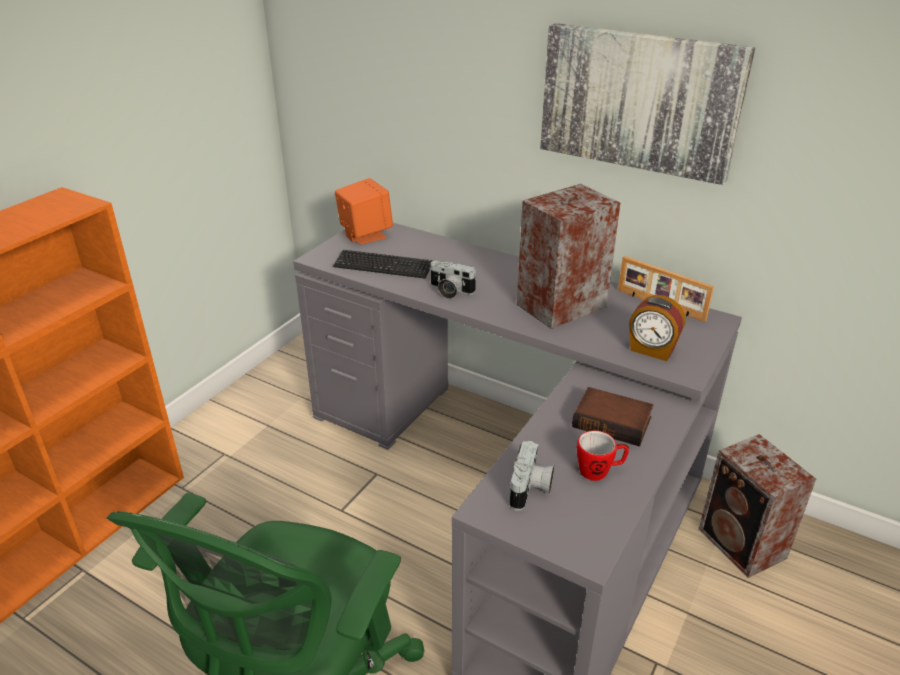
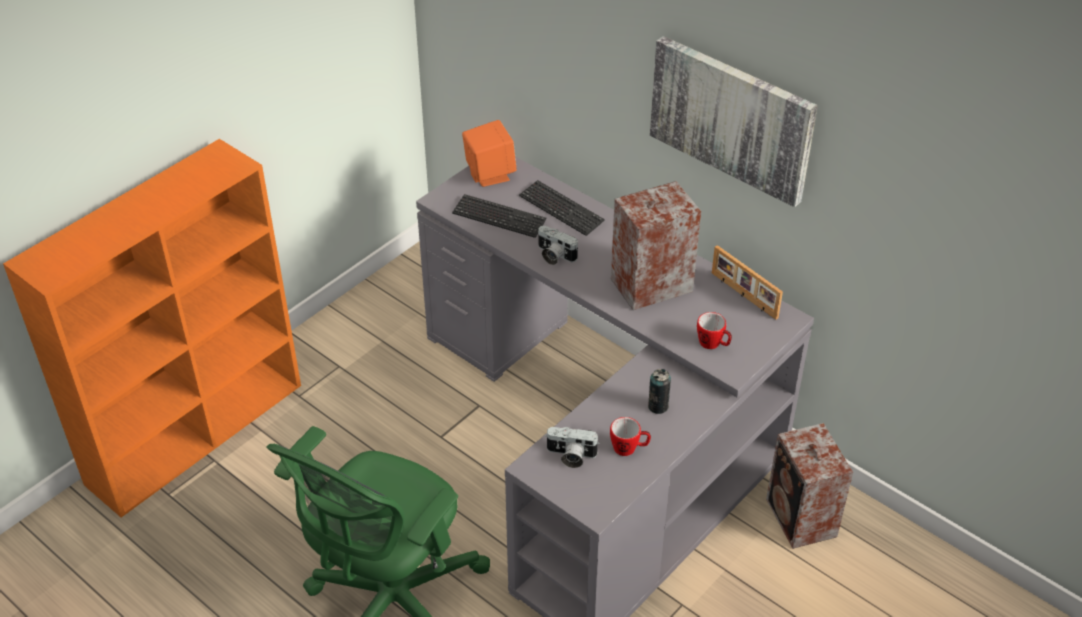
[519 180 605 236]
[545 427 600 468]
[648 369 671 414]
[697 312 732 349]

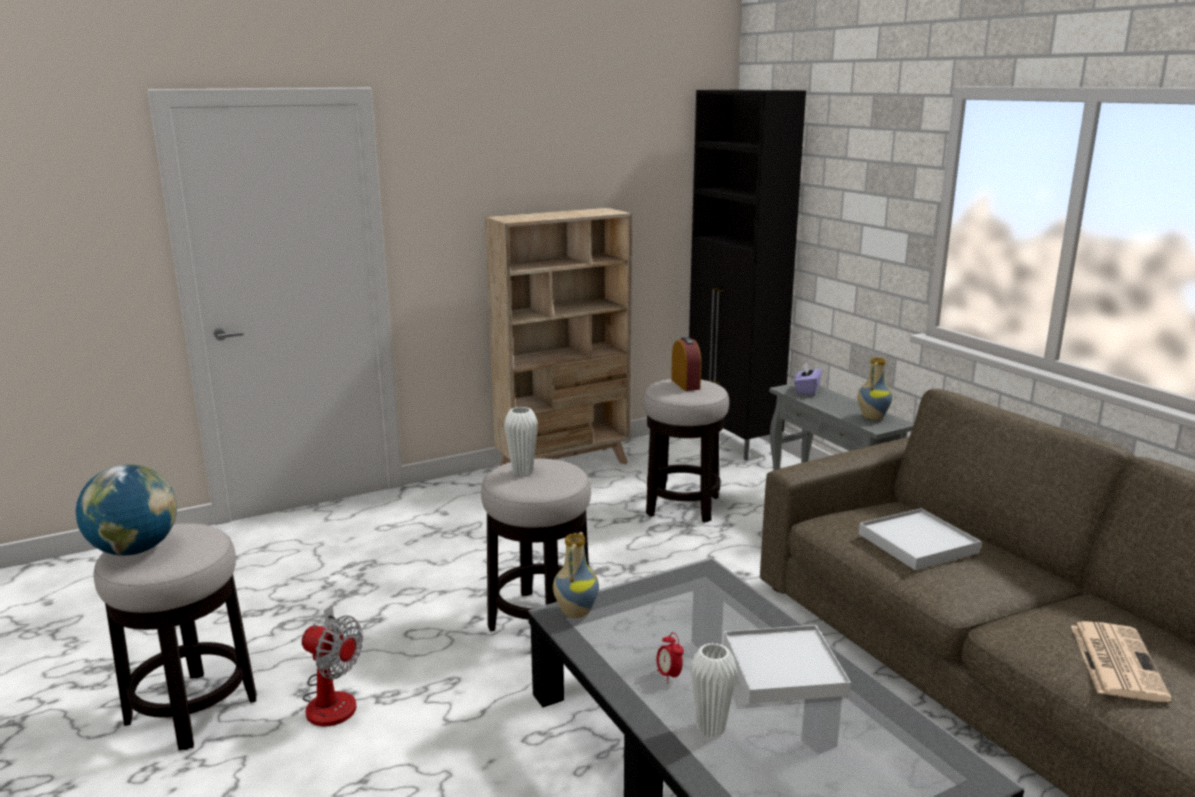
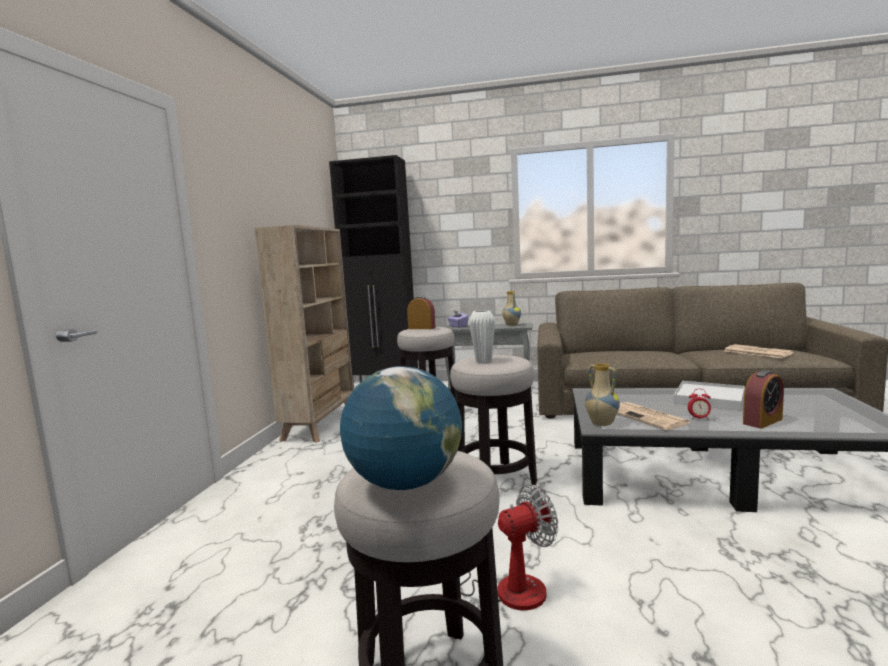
[617 402 691 430]
[743 370 784 429]
[859 508 981 570] (first image)

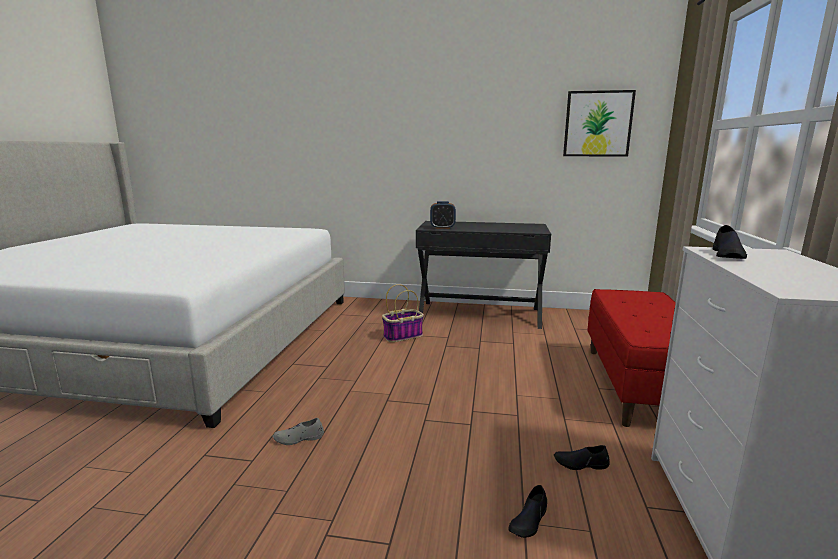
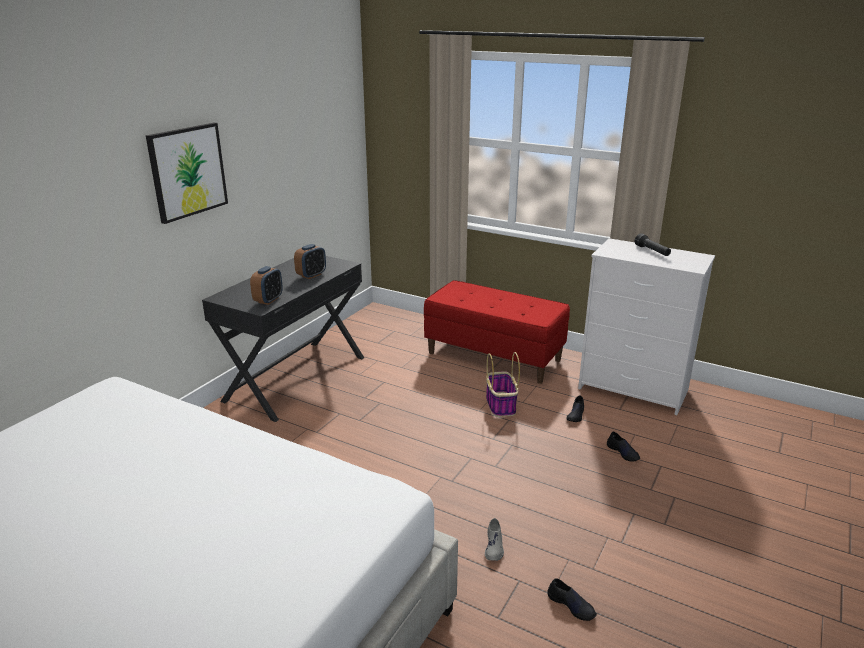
[146 123 228 224]
[294 244 326 279]
[486 352 520 417]
[547 578 597 621]
[635 233 671 256]

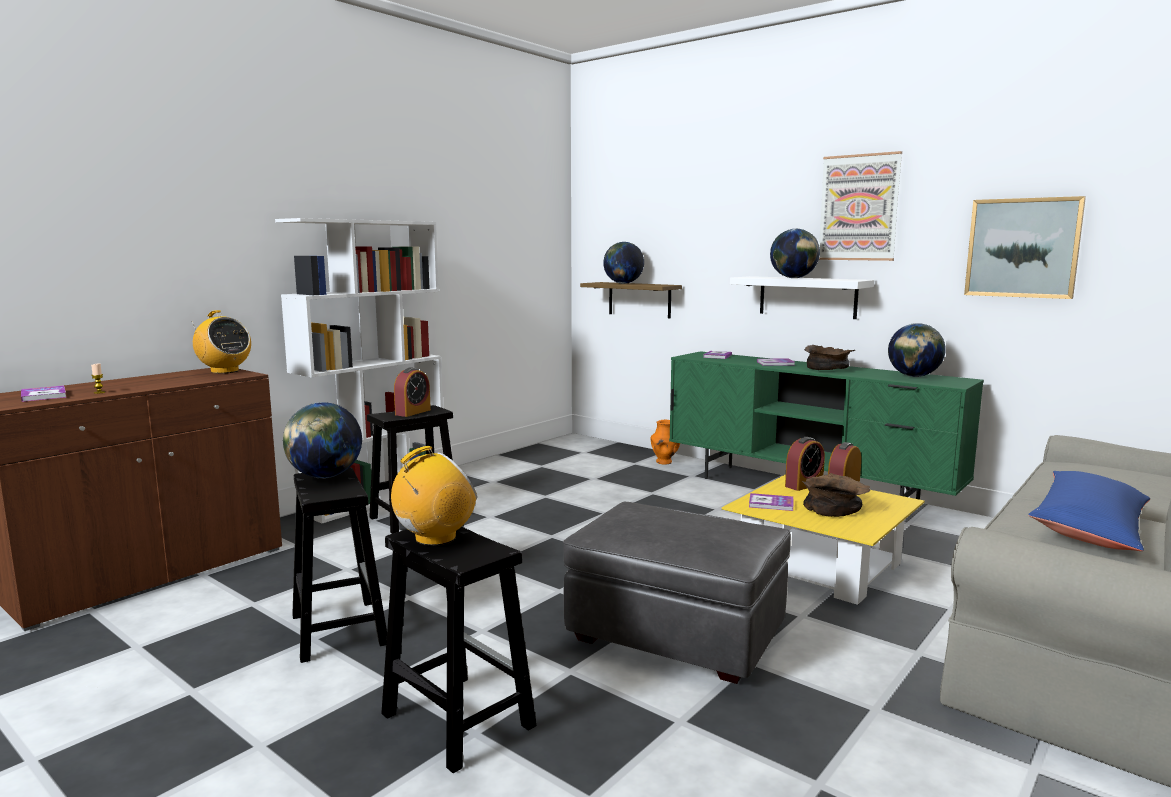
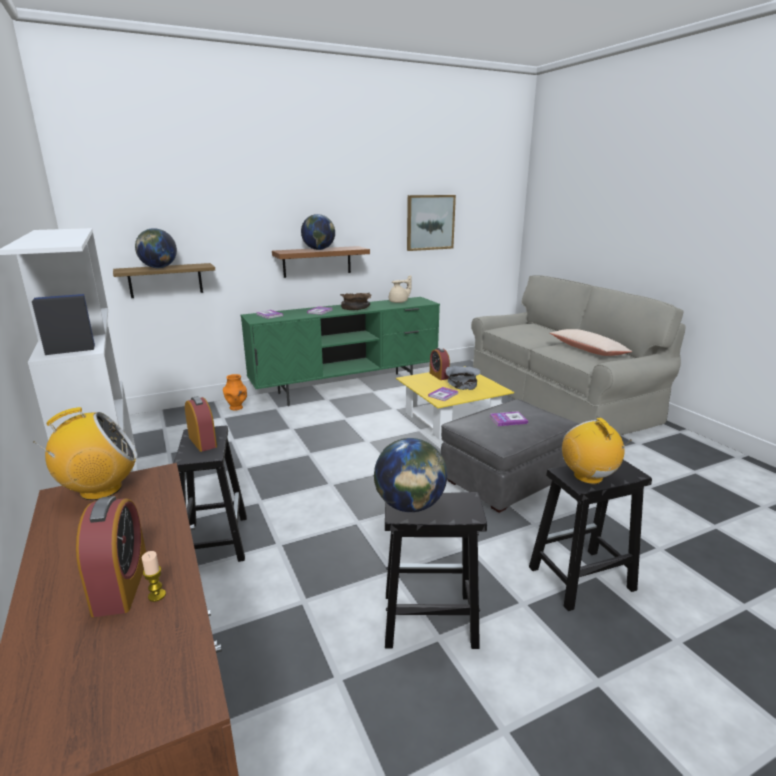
[76 496 146 617]
[272 246 370 278]
[389 275 412 303]
[446 366 481 390]
[490 411 528 426]
[550 329 632 356]
[819 151 902 261] (first image)

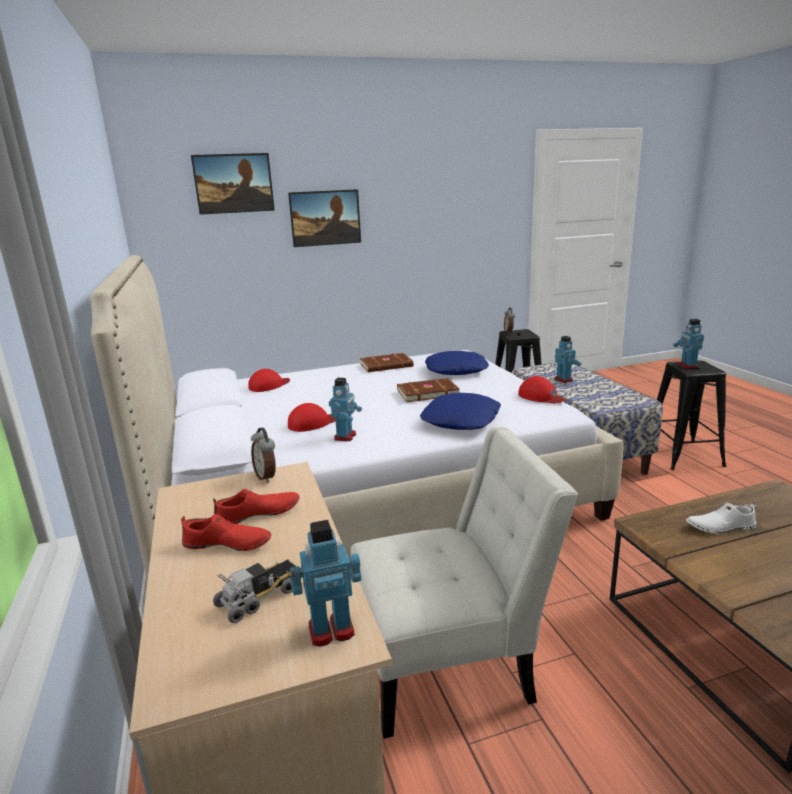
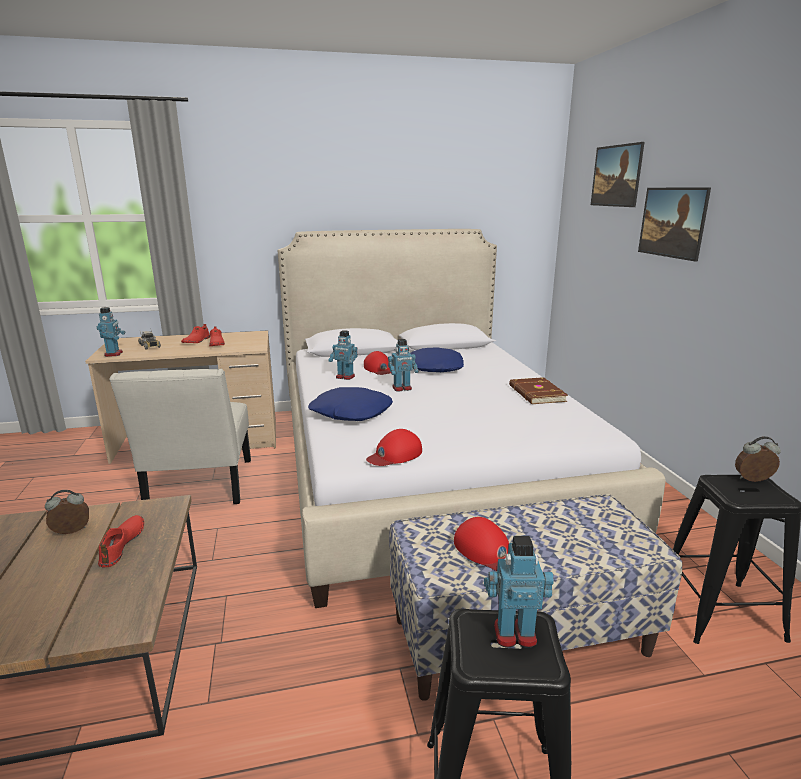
[45 490 89 534]
[98 515 144 567]
[388 339 419 392]
[410 347 464 372]
[454 517 509 571]
[397 378 460 402] (first image)

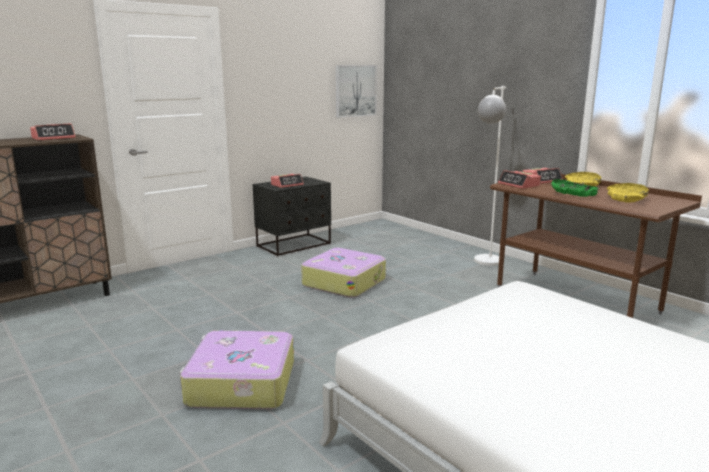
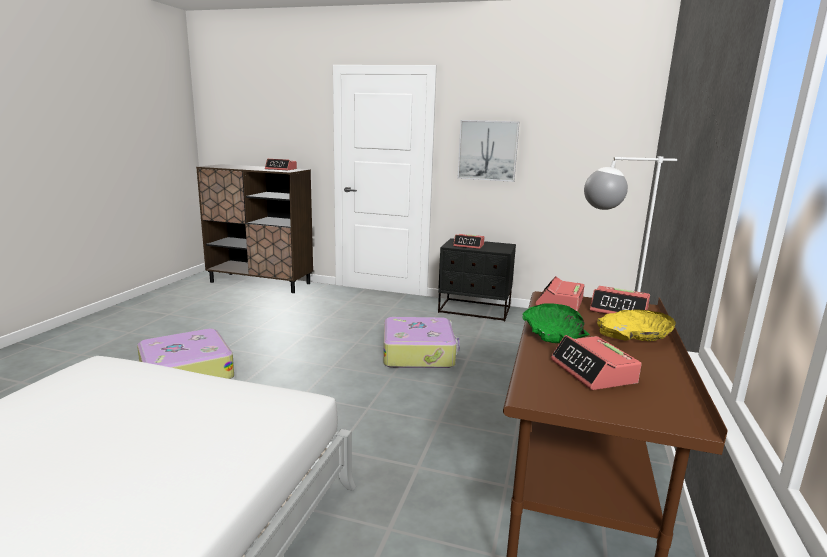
[458 120 520 182]
[551 335 642 390]

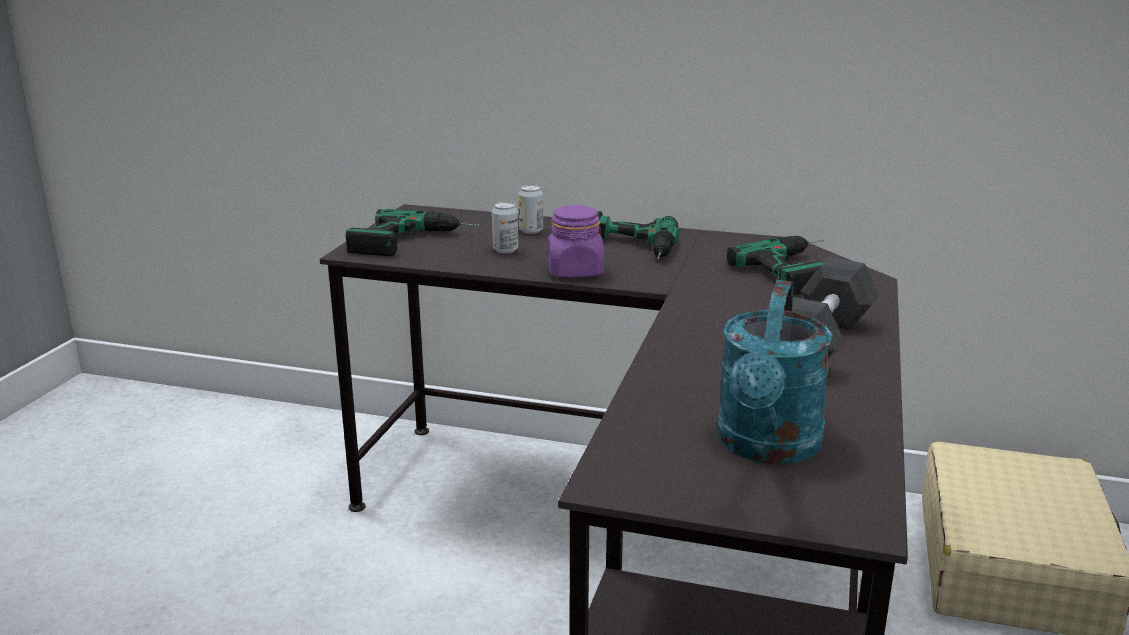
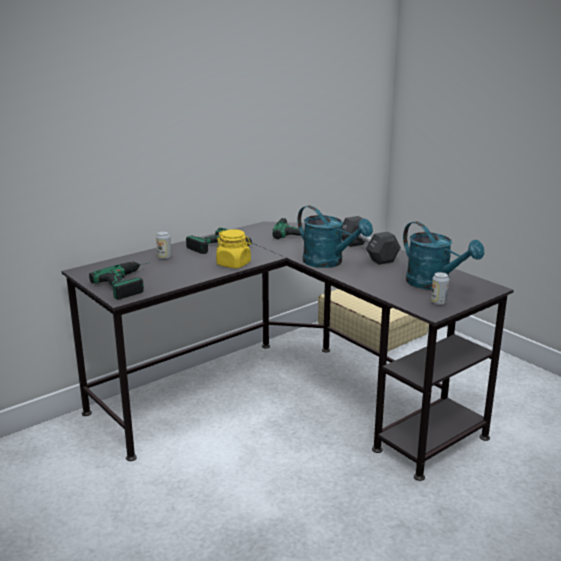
[216 229 251 268]
[297 206 373 268]
[431 272 449 305]

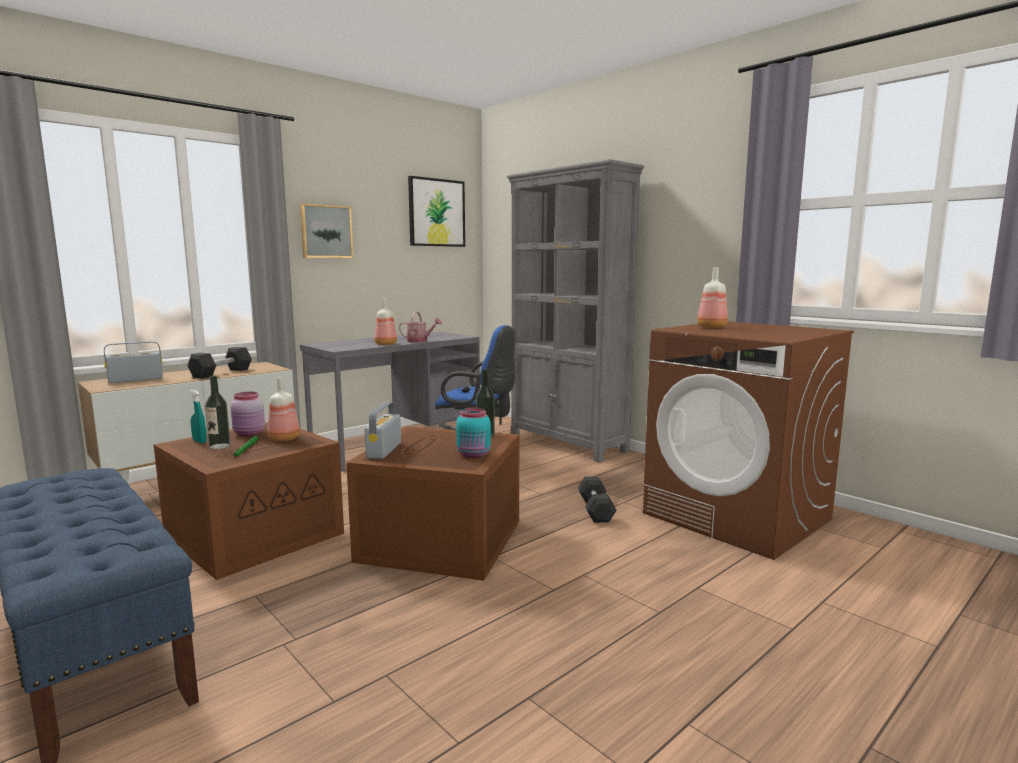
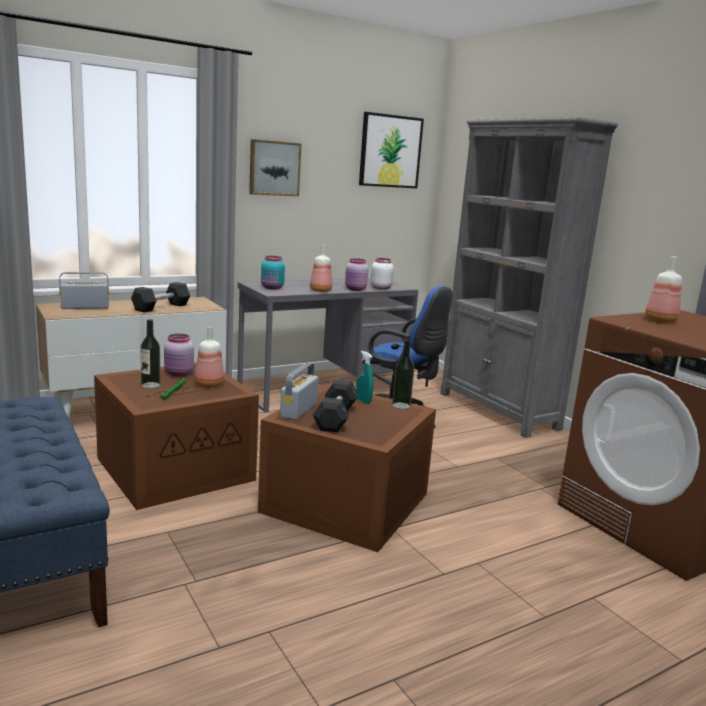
[261 256 285 290]
[313 379 358 433]
[345 258 368 291]
[356 351 373 404]
[371 258 394 290]

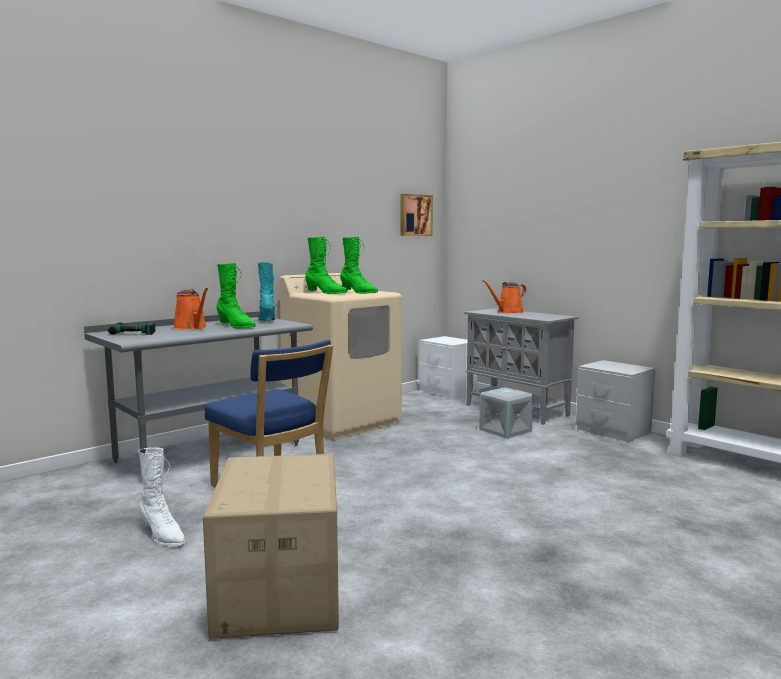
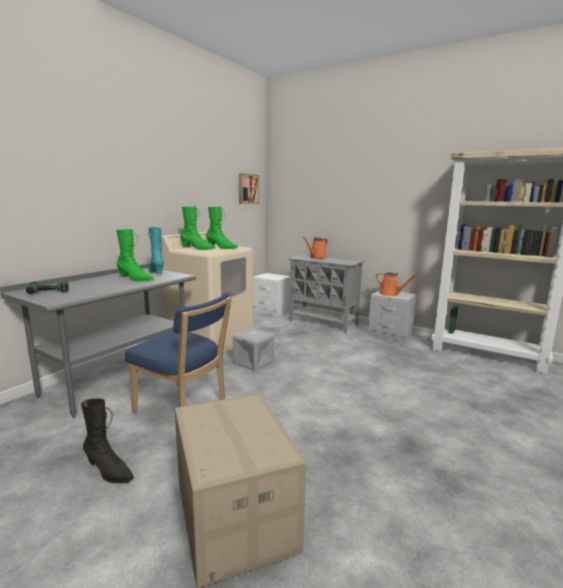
[81 398 134 483]
[233 328 275 372]
[376 272 418 296]

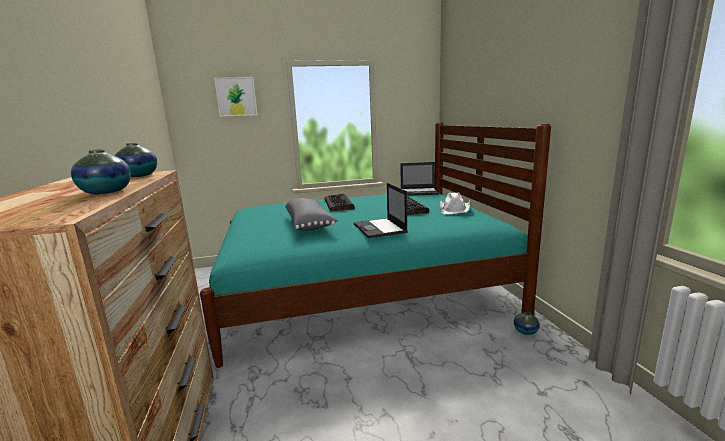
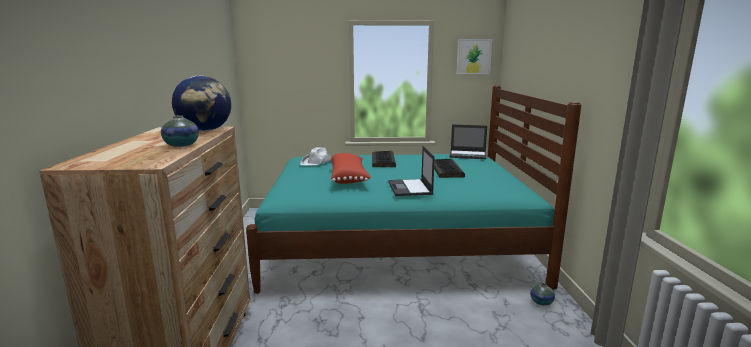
[172 76 231 131]
[300 147 334 166]
[331 153 371 184]
[456 39 492 74]

